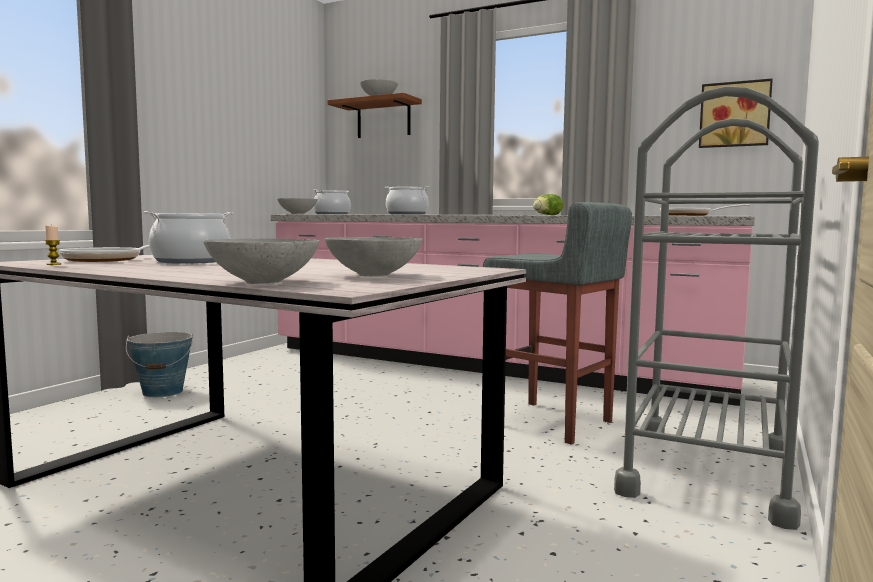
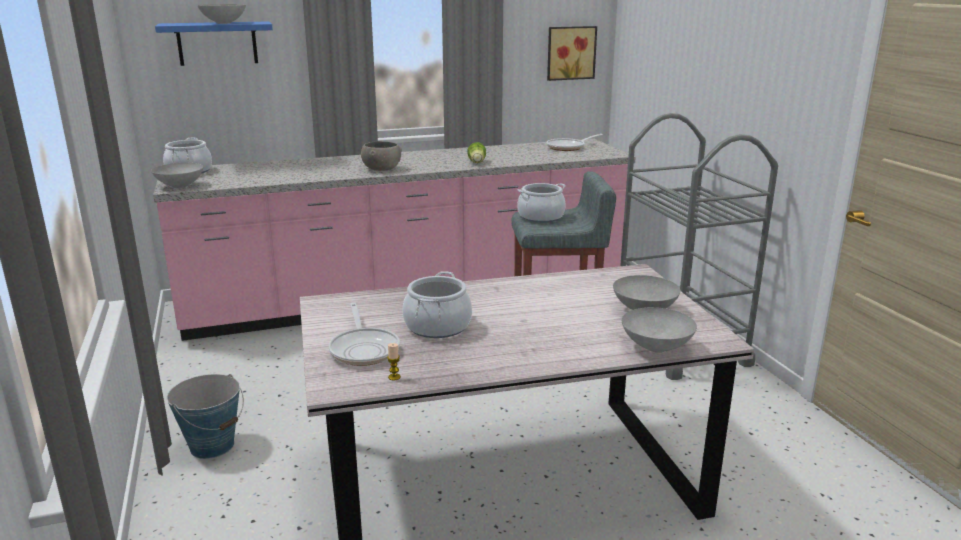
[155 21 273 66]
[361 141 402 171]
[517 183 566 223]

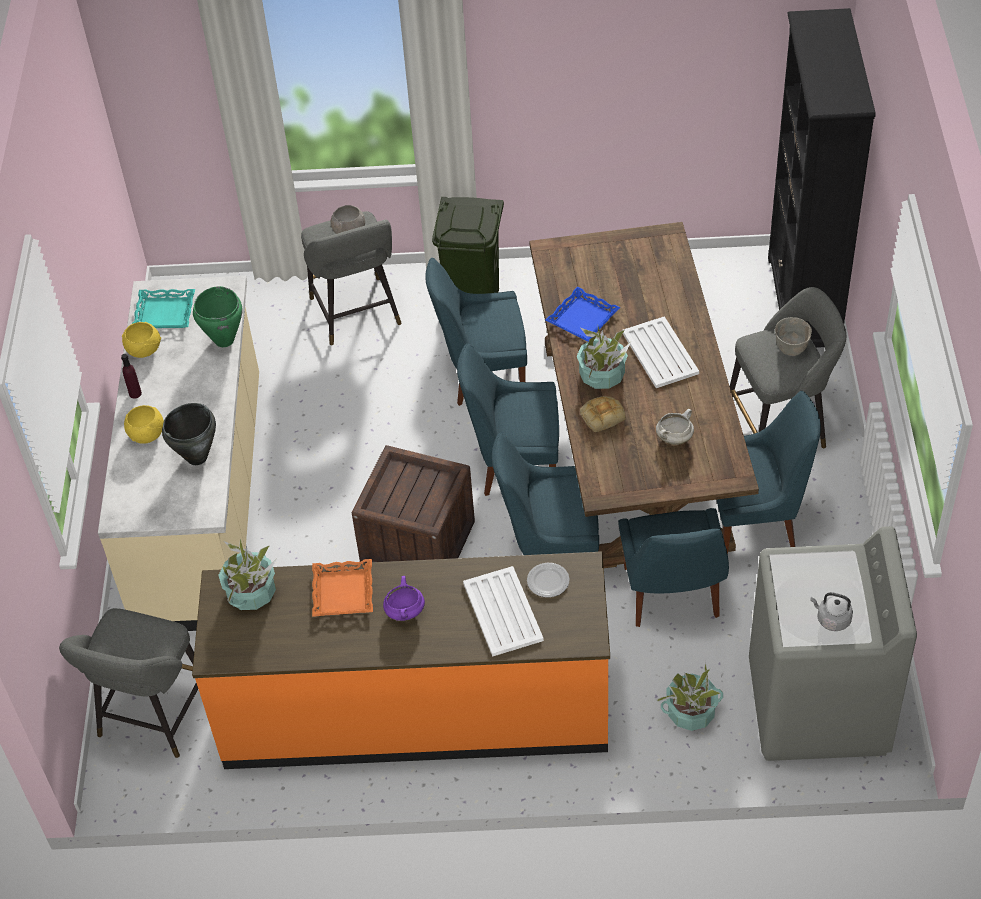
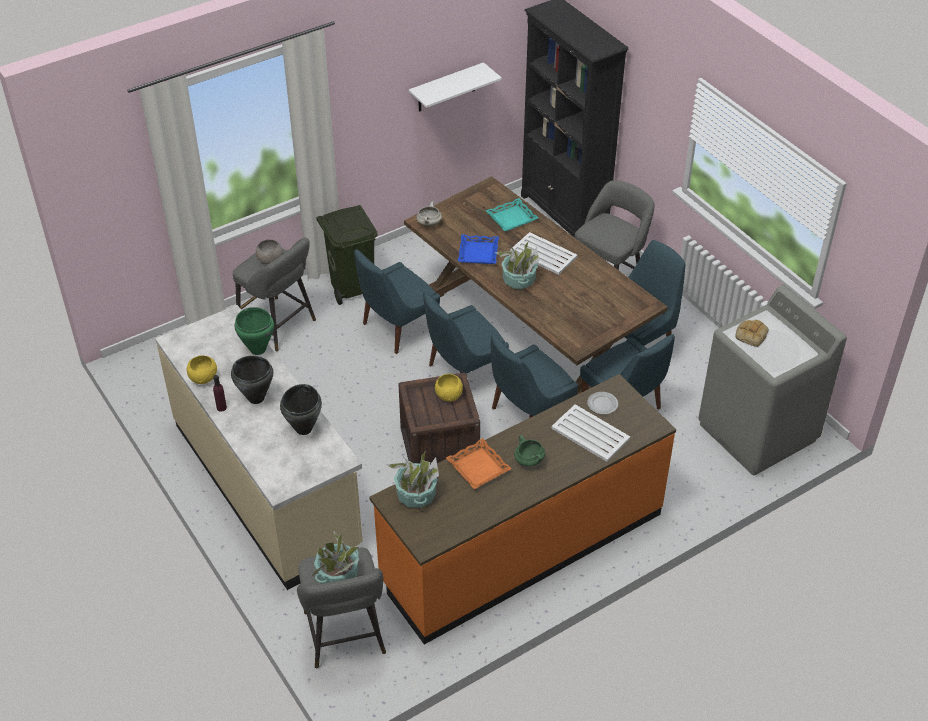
[231 356 273 404]
[311 530 359 584]
[409 62 502 112]
[416 201 442 227]
[435 374 463 401]
[485 198 538 231]
[514 435 545 467]
[735 320 769 347]
[775 317 812 356] (first image)
[810 592 853 631] (first image)

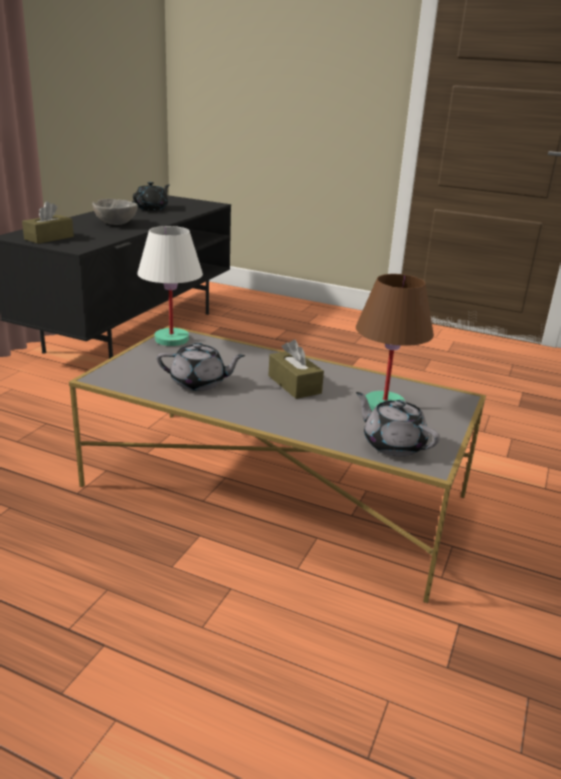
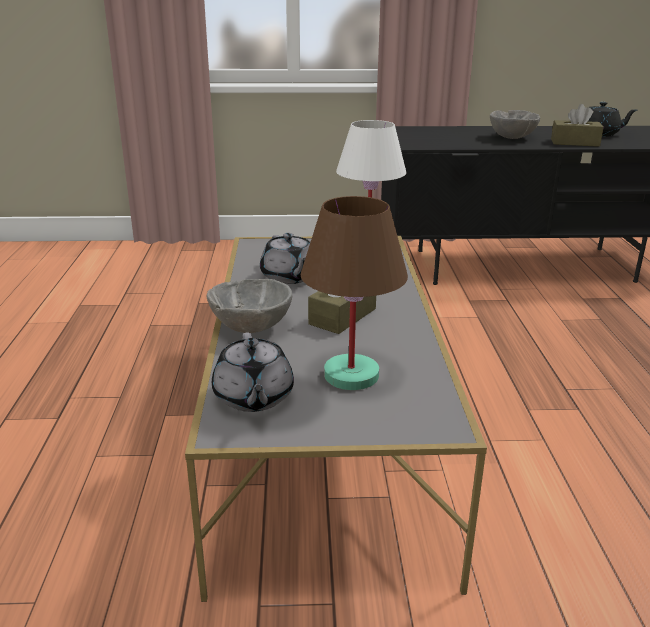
[207 279 292 333]
[212 332 294 412]
[551 104 604 147]

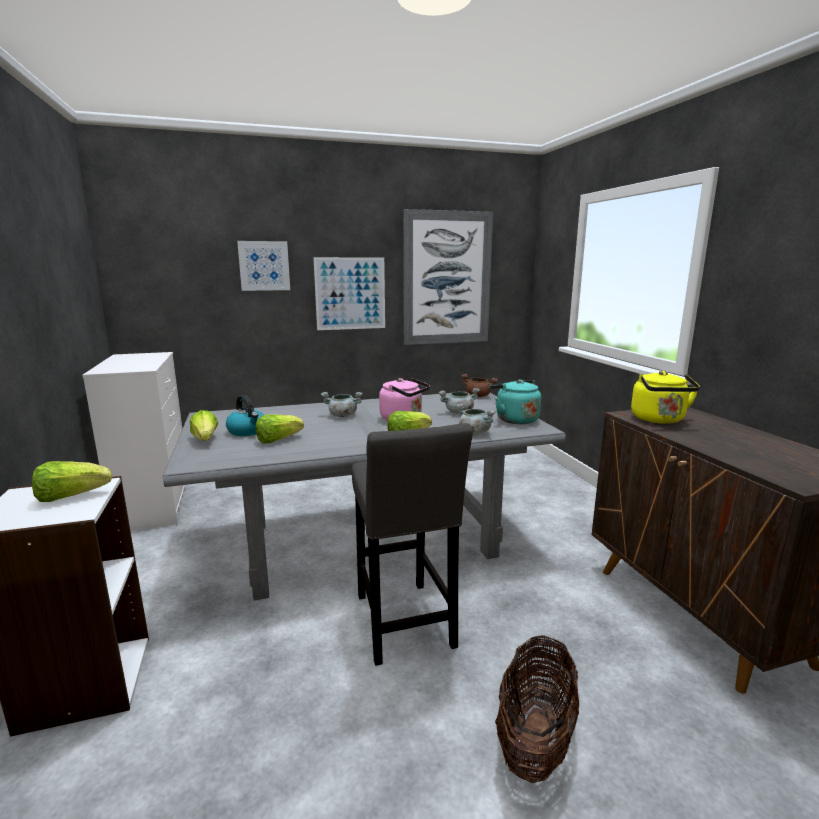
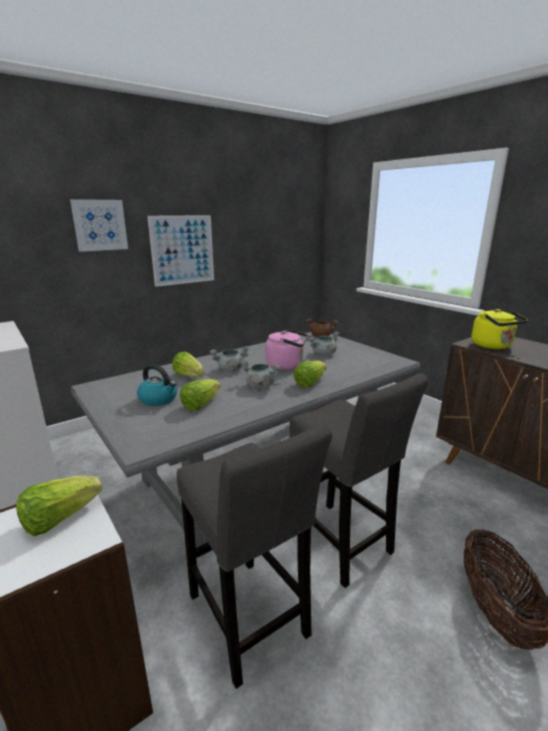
[172 352 204 377]
[177 424 332 689]
[241 360 280 389]
[403 209 493 345] (first image)
[490 380 541 424] (first image)

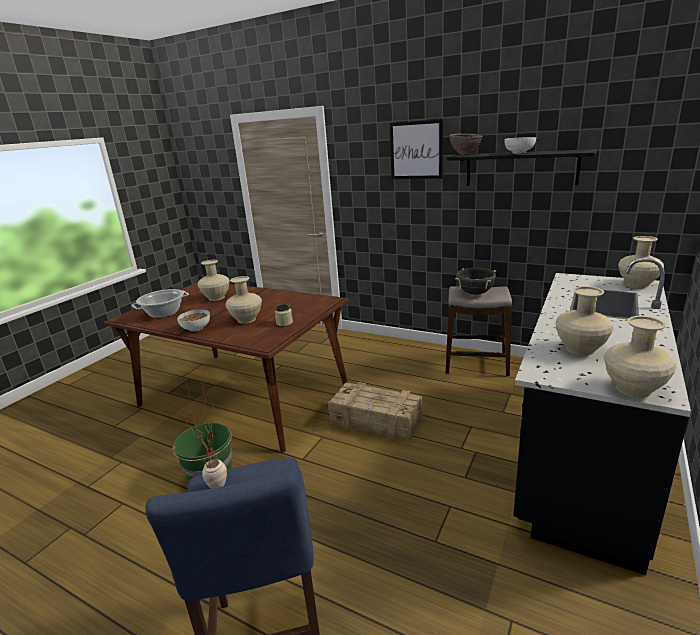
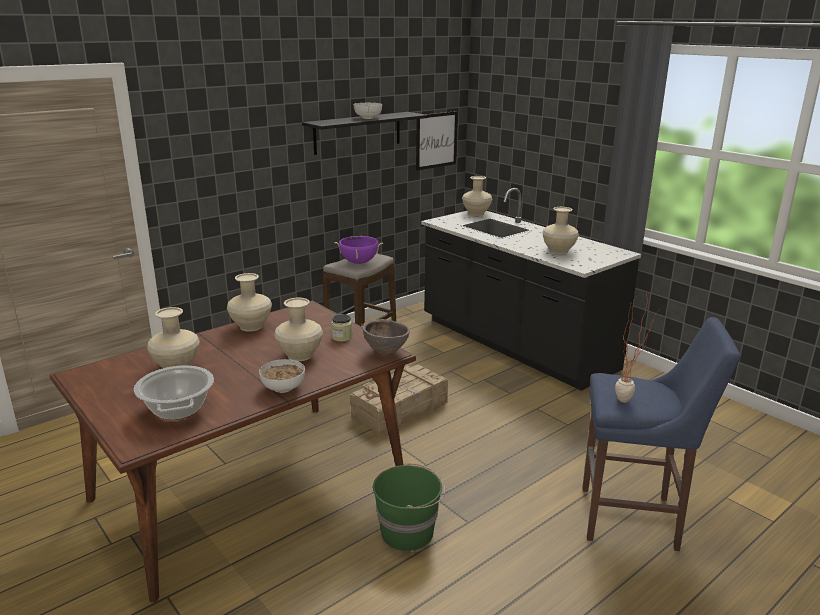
[227 273 272 332]
[334 235 383 264]
[363 319 410 355]
[416 111 458 170]

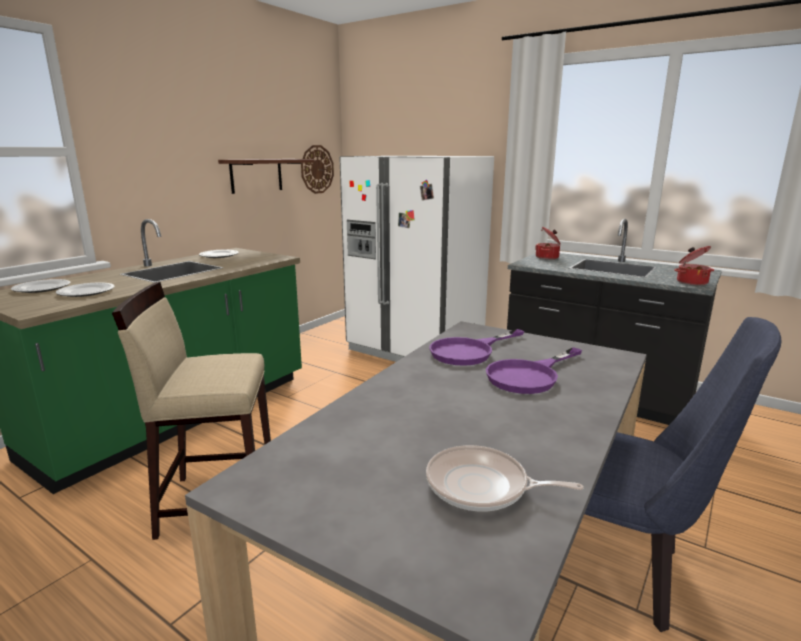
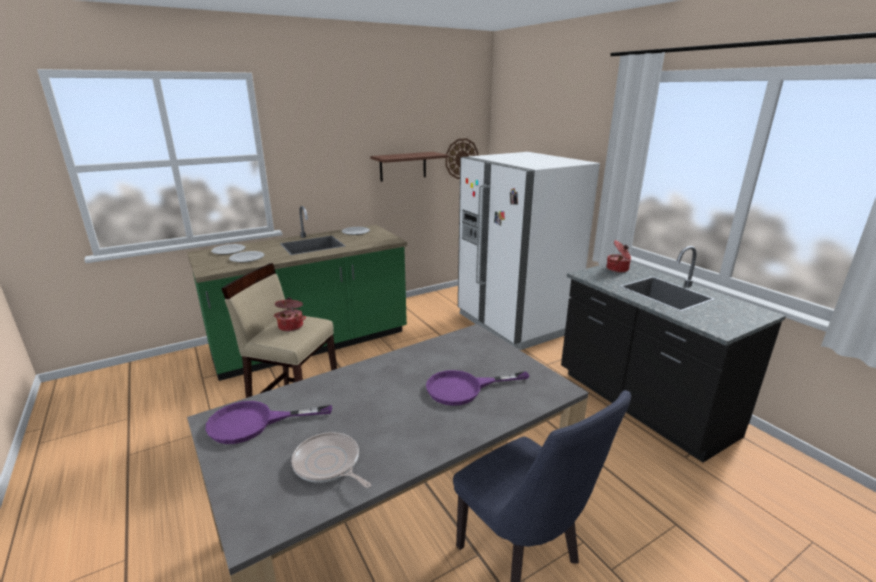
[205 401 332 444]
[274 297 306 331]

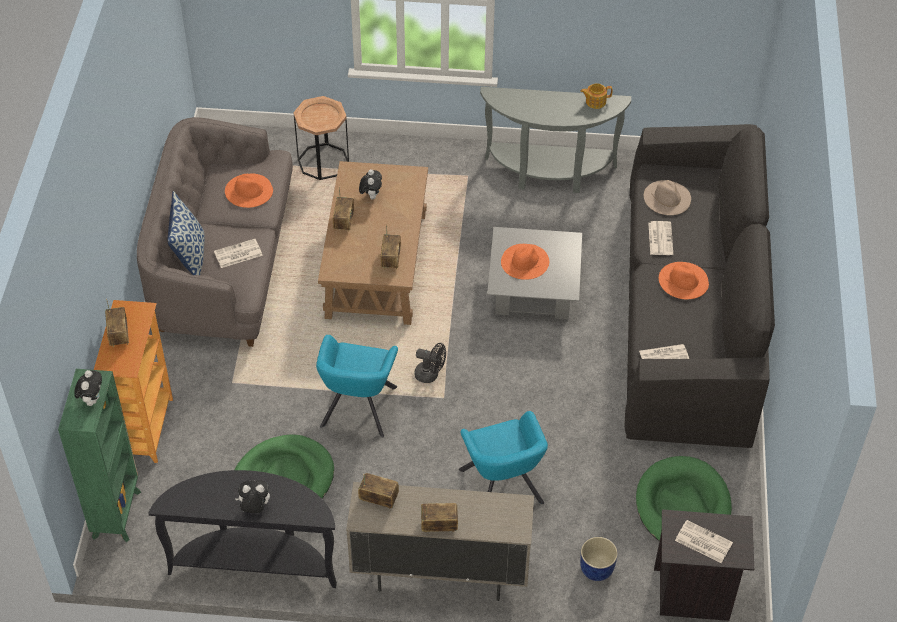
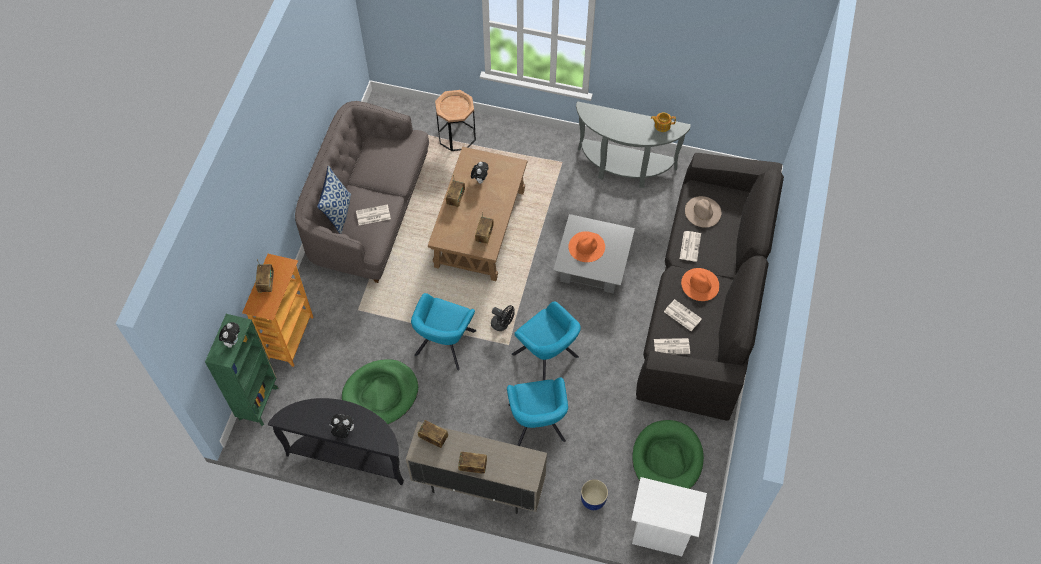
[512 302 581 380]
[631 477 707 557]
[664 299 702 331]
[225 174 273 208] (first image)

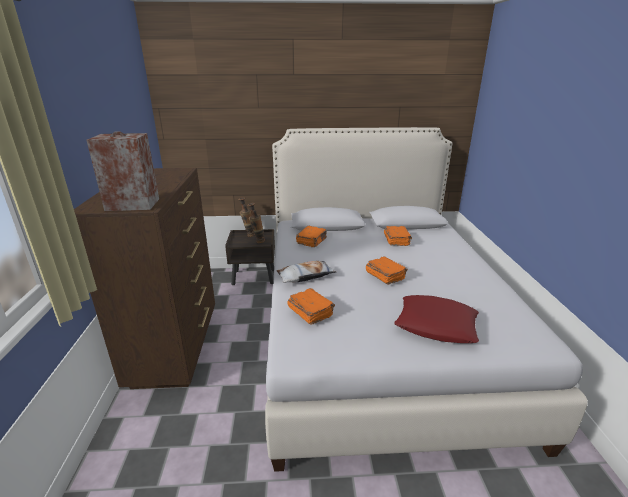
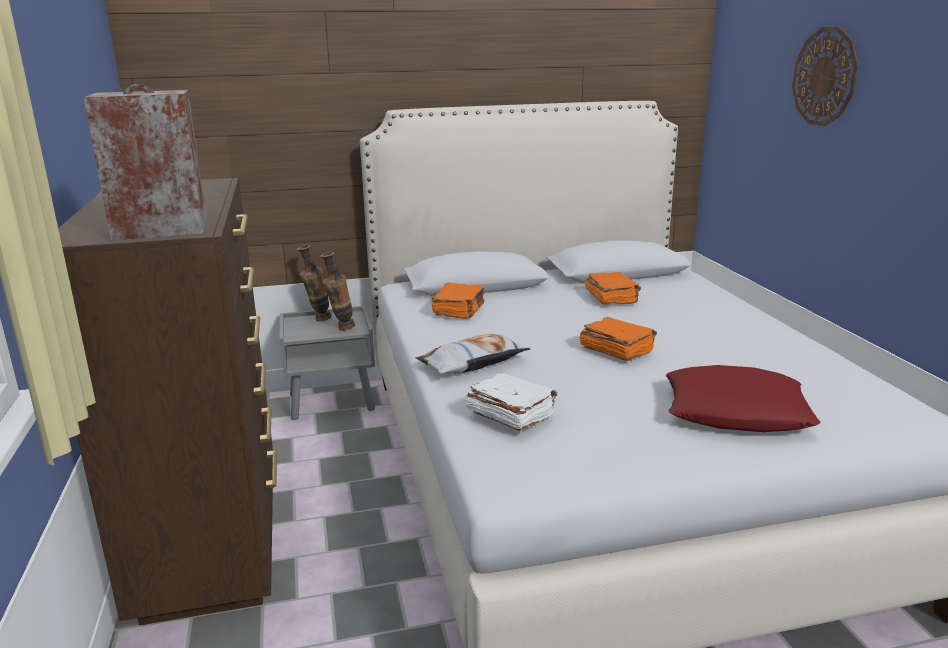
[280 306 375 420]
[466 372 557 431]
[792 27 858 126]

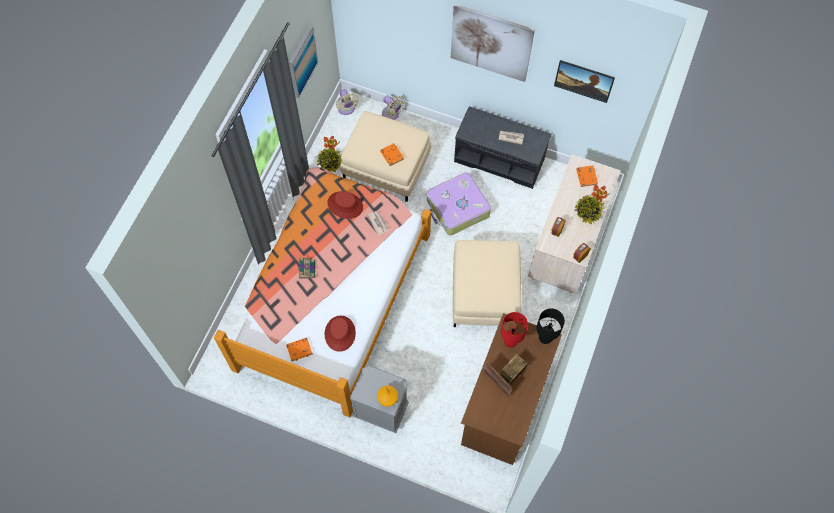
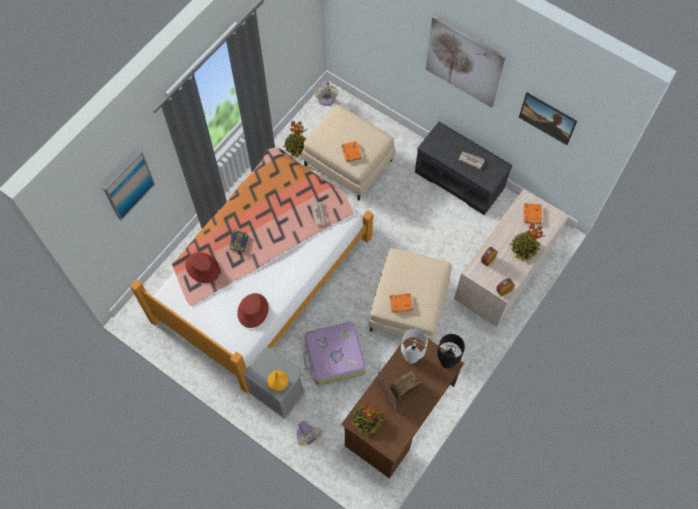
[103 150 155 221]
[185 252 220 283]
[296 421 322 447]
[303 322 366 386]
[350 402 385 435]
[390 293 413 313]
[401 329 428 364]

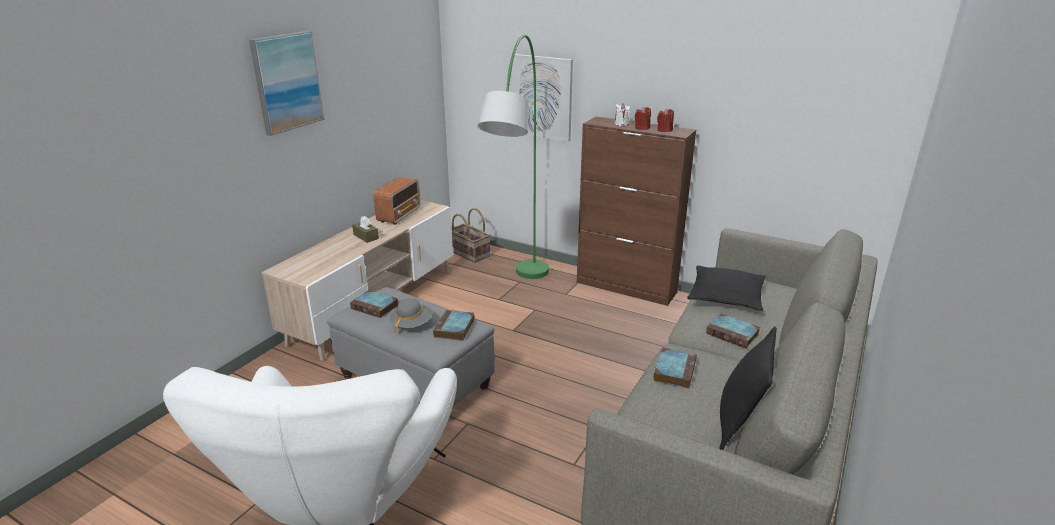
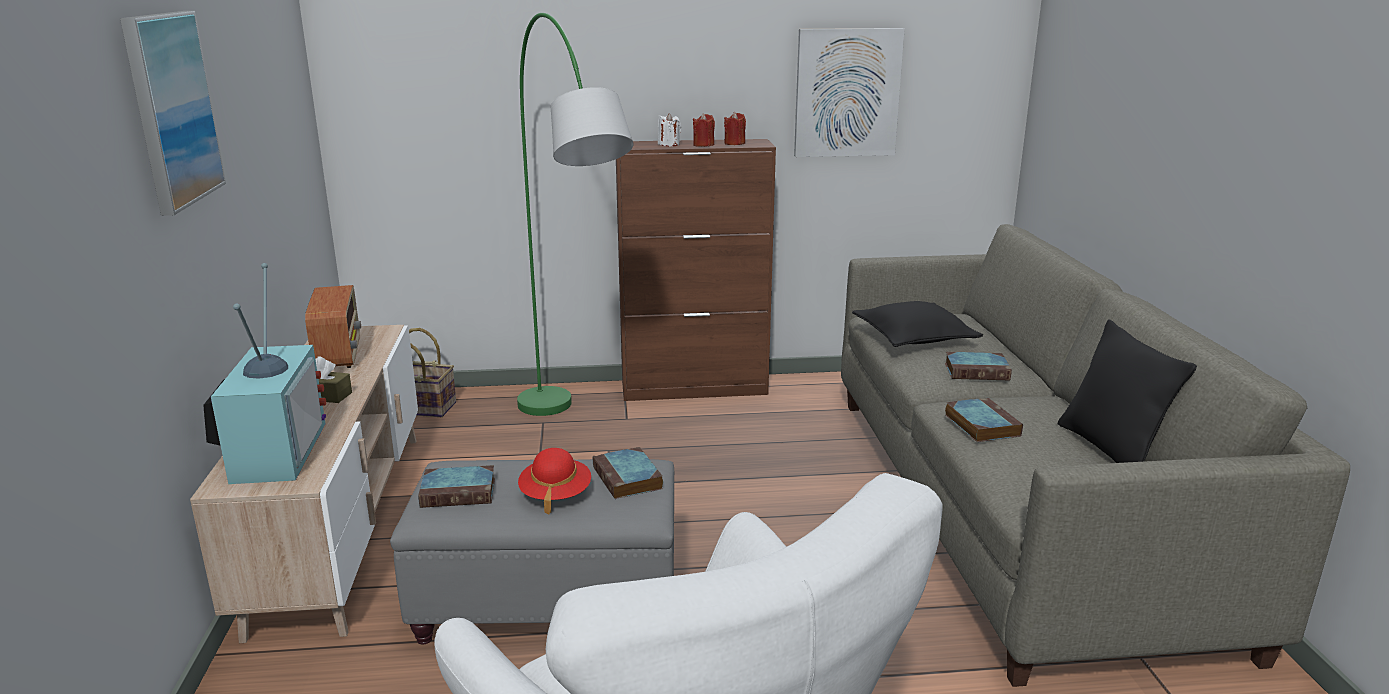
[203 263 326 484]
[518 448 591 514]
[794 28 905 157]

